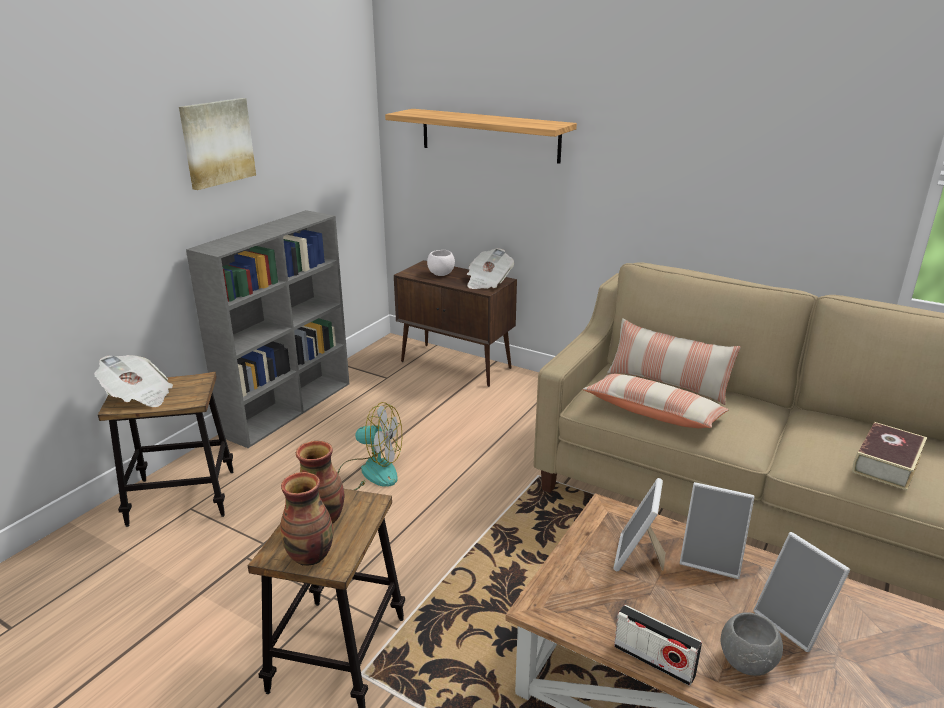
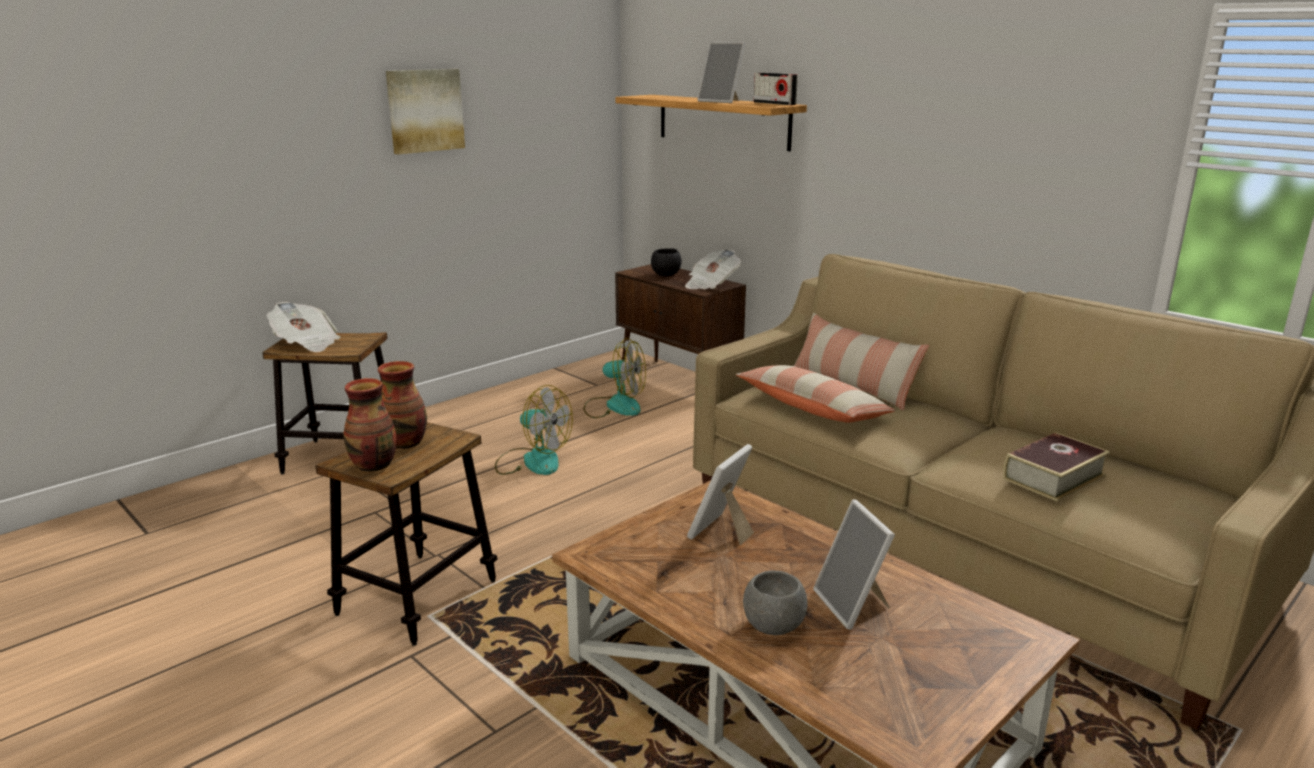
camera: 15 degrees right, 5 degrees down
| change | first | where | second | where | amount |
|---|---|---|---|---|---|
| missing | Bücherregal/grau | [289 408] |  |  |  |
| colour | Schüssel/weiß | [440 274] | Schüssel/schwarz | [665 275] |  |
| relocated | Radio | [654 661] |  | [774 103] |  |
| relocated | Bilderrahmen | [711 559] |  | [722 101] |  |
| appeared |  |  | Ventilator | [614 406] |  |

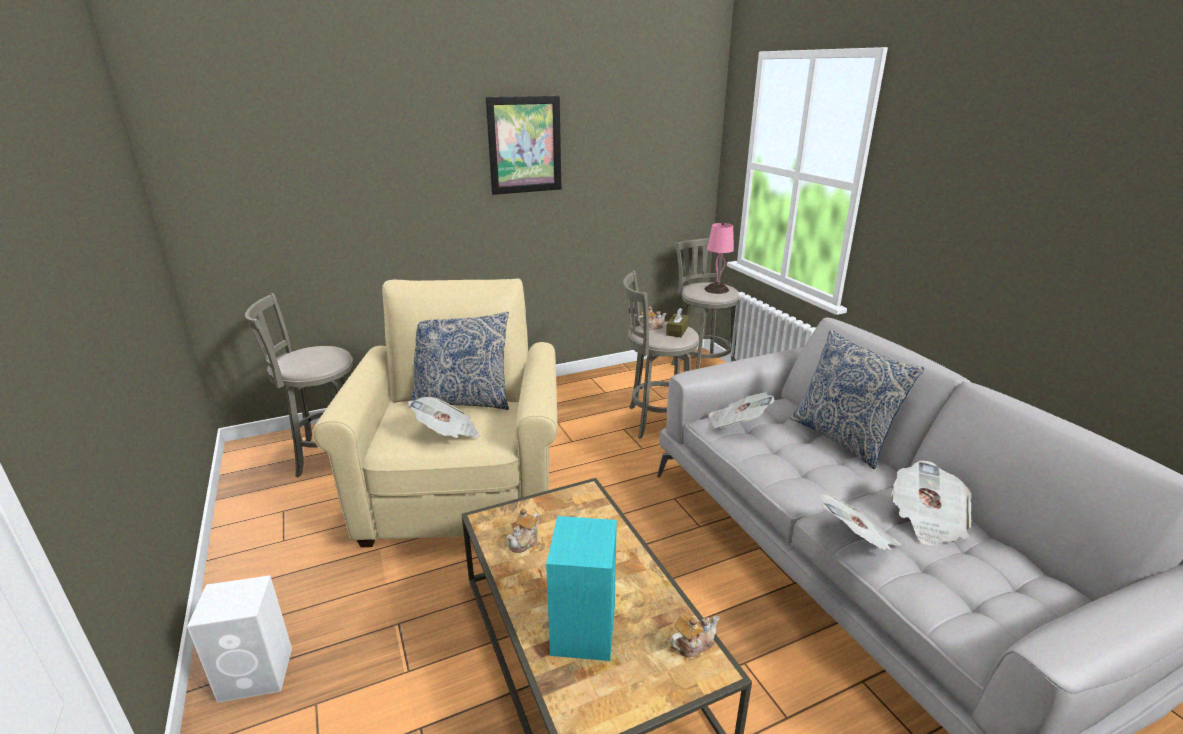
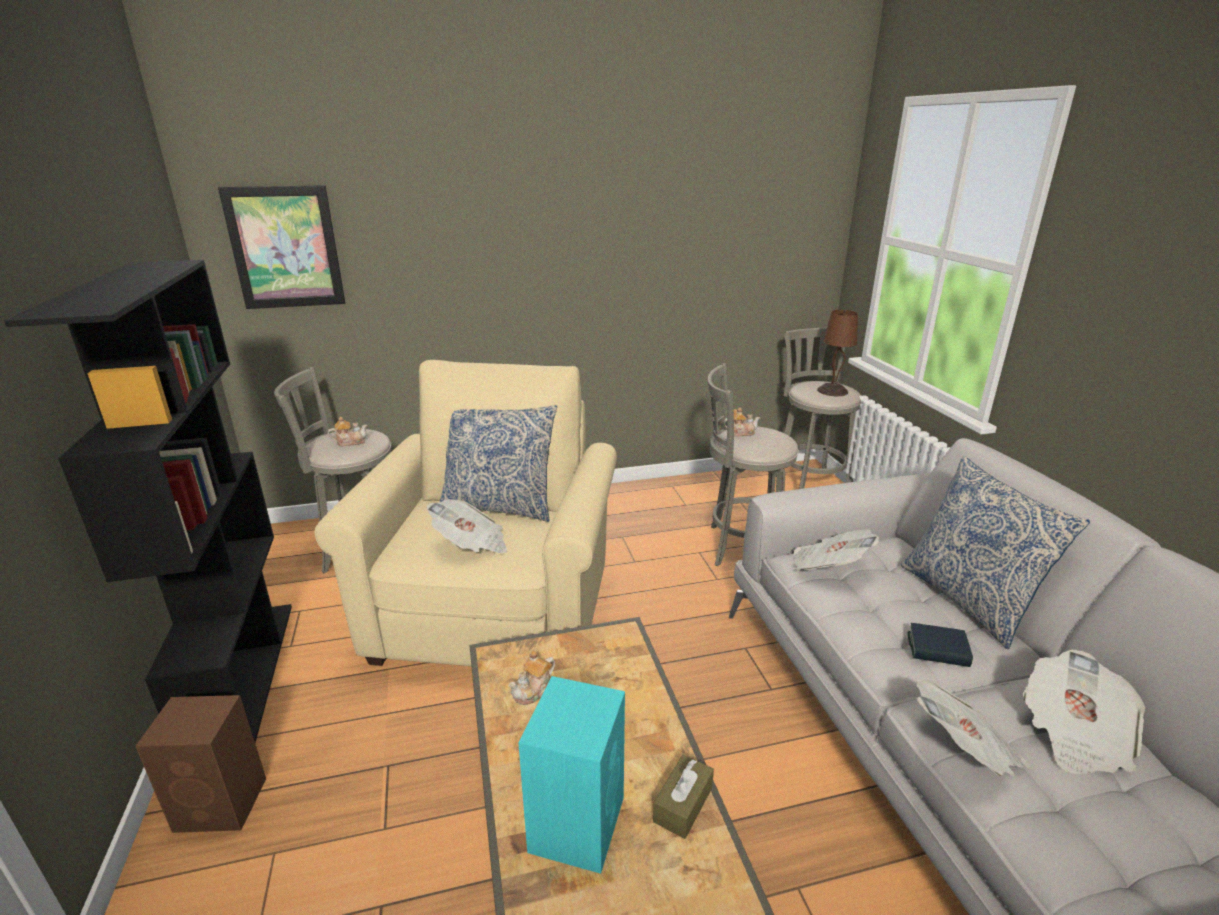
camera: 10 degrees right, 0 degrees up
| change | first | where | second | where | amount |
|---|---|---|---|---|---|
| colour | Lautsprecher/weiß | [258 674] | Lautsprecher/braun | [223 804] |  |
| relocated | Bild | [524 145] |  | [285 248] |  |
| relocated | Taschentuchbox/braun | [677 331] |  | [683 804] |  |
| relocated | Teekanne | [692 643] |  | [350 442] |  |
| colour | Tischlampe/rosa | [716 290] | Tischlampe/braun | [832 391] |  |
| appeared |  |  | Bücherregal/schwarz | [242 674] |  |
| appeared |  |  | Buch | [937 650] |  |

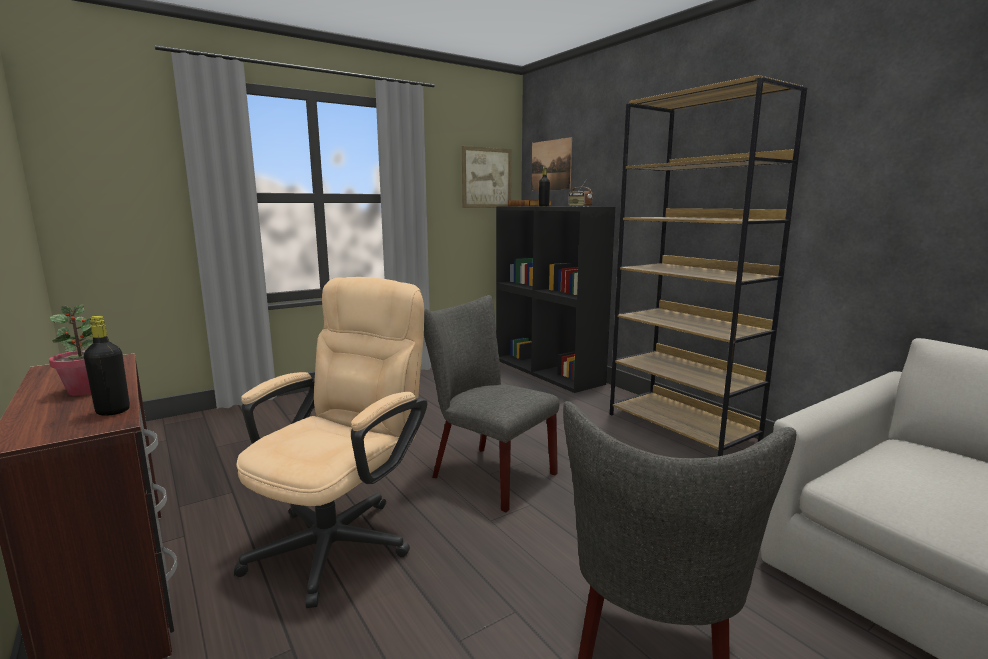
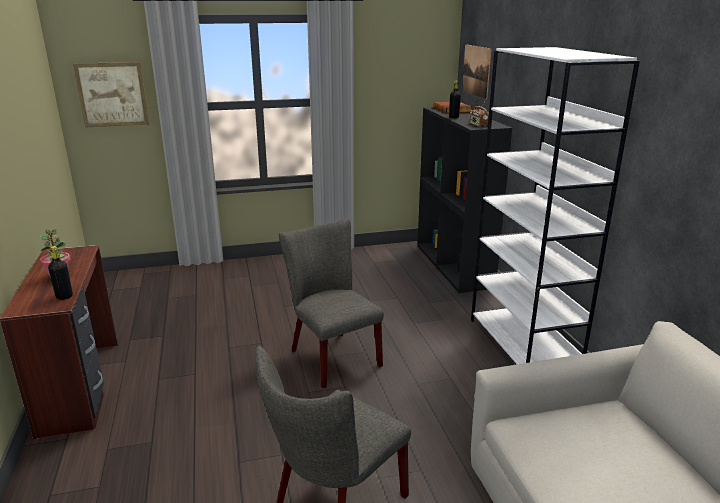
camera: 20 degrees right, 10 degrees up
| change | first | where | second | where | amount |
|---|---|---|---|---|---|
| missing | Bürostuhl/beige | [342 538] |  |  |  |
| relocated | Bild | [486 178] |  | [112 94] |  |
| colour | Bücherregal/braun | [682 428] | Bücherregal/weiß | [523 345] |  |

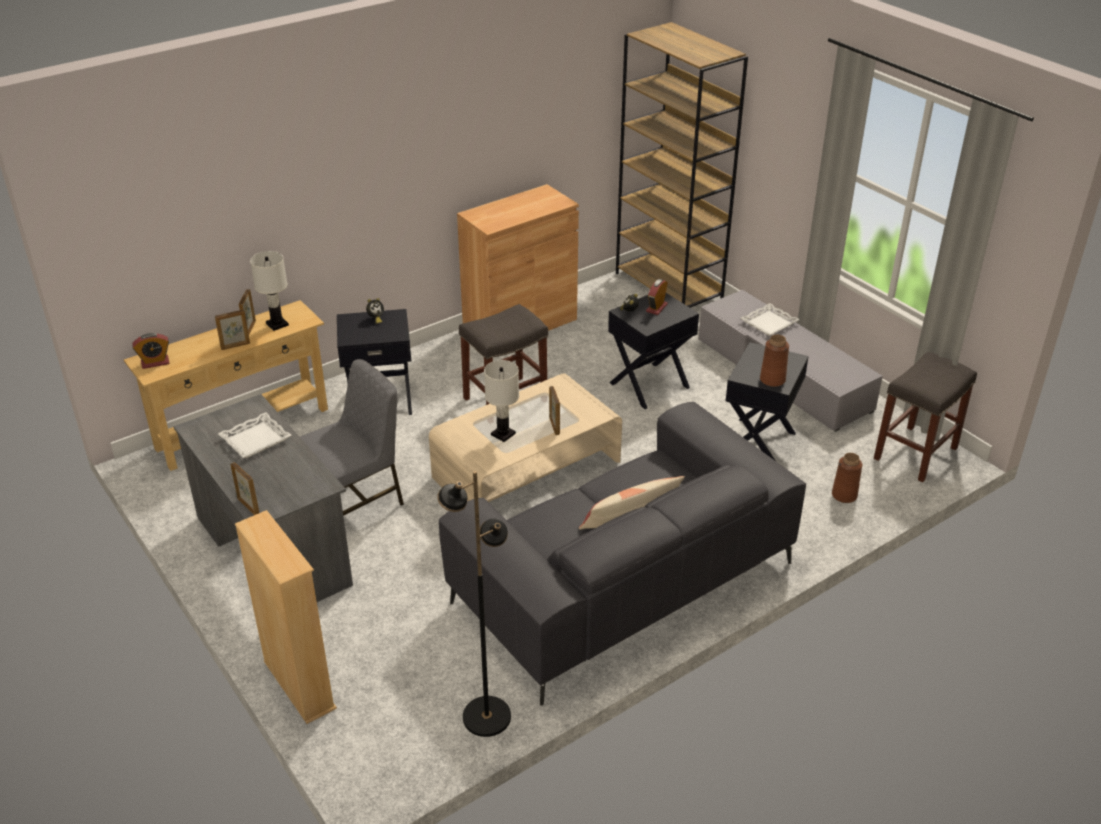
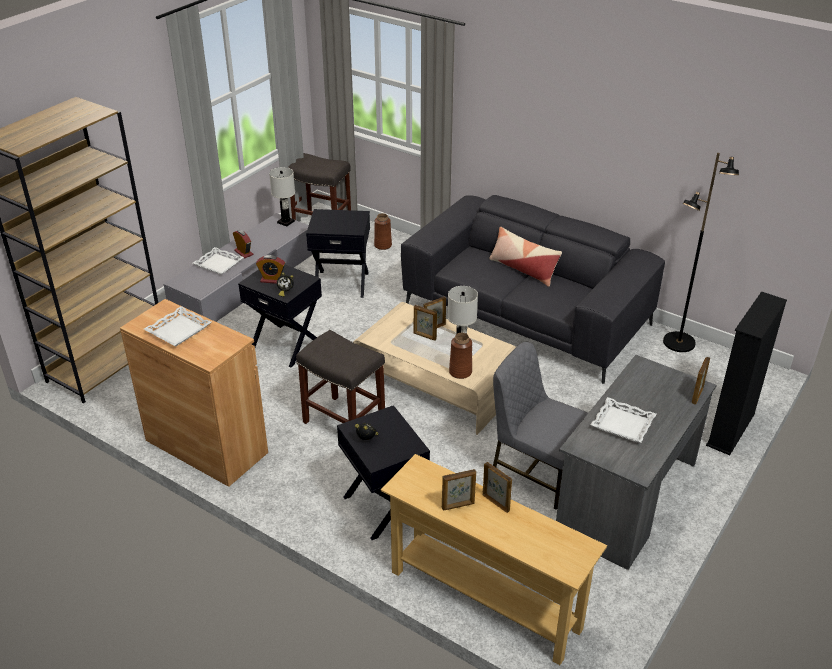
camera: 110 degrees left, 0 degrees up
| change | first | where | second | where | amount |
|---|---|---|---|---|---|
| relocated | Wecker | [155 362] |  | [243 253] |  |
| colour | Bücherregal/beige | [299 685] | Bücherregal/schwarz | [731 430] |  |
| relocated | Tischlampe/weiß | [277 324] |  | [285 222] |  |
| relocated | Vase/braun | [772 379] |  | [460 372] |  |
| appeared |  |  | Tablett/weiß | [179 331] |  |
| appeared |  |  | Bilderrahmen | [424 336] |  |

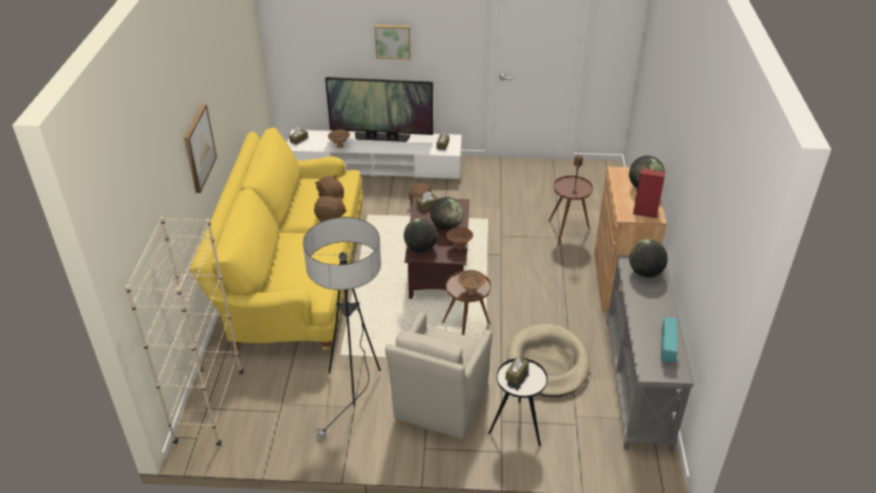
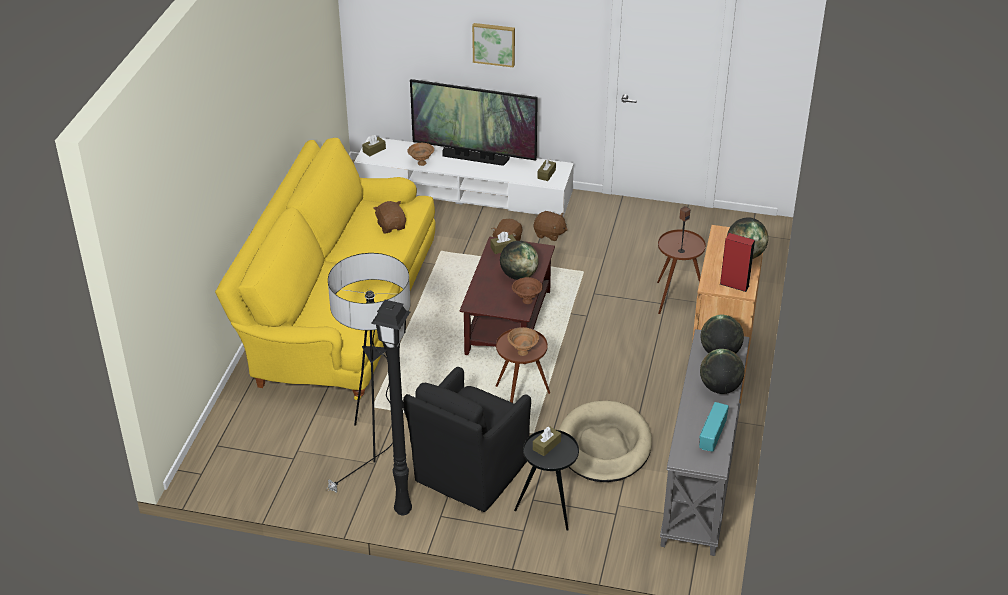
camera: 10 degrees right, 0 degrees up
| change | first | where | second | where | amount |
|---|---|---|---|---|---|
| missing | Bücherregal/beige | [209 407] |  |  |  |
| missing | Bild | [198 148] |  |  |  |
| relocated | Plüschtier/braun | [330 217] |  | [549 234] |  |
| colour | Sessel/beige | [439 404] | Sessel/schwarz | [469 473] |  |
| relocated | Globus | [420 248] |  | [720 388] |  |
| appeared |  |  | Stehlampe/schwarz | [401 510] |  |

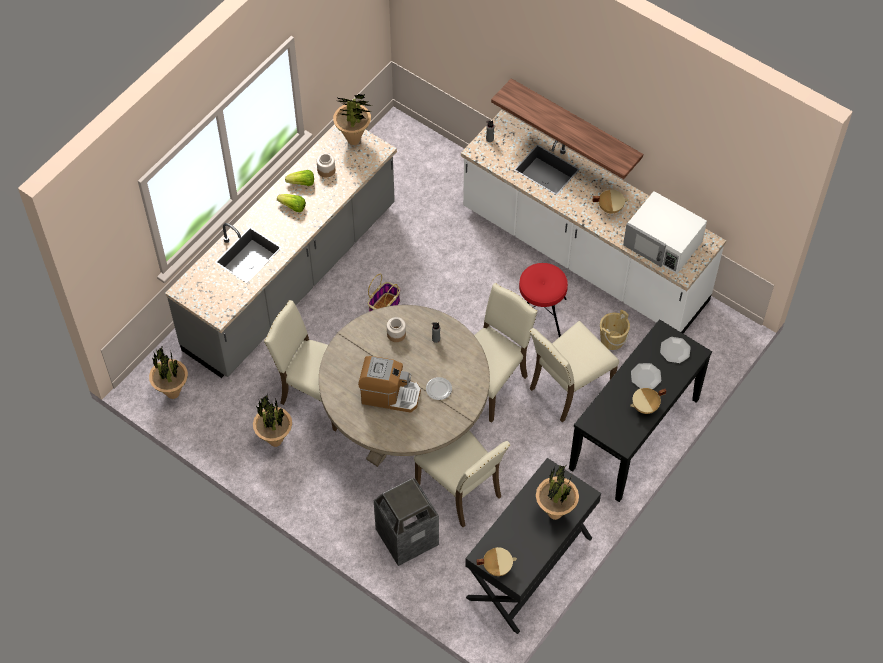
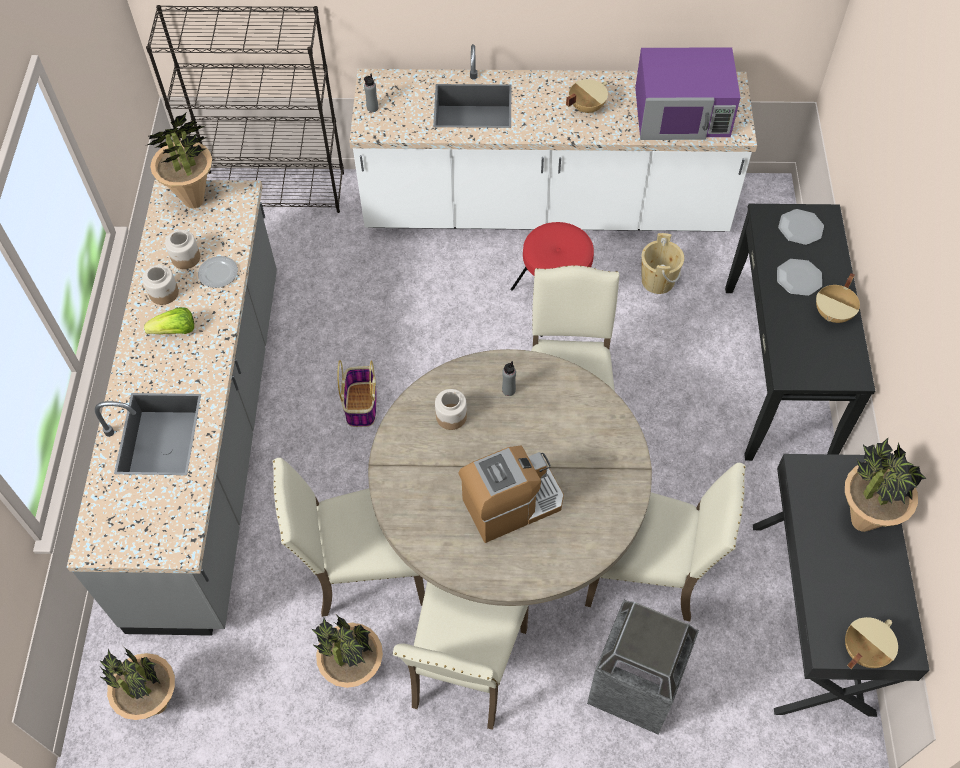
camera: 35 degrees left, 0 degrees up
| change | first | where | second | where | amount |
|---|---|---|---|---|---|
| exchanged | Salatkopf | [302 183] | Vorratsglas | [164 293] |  |
| relocated | Teller | [439 389] |  | [218 273] |  |
| missing | Wandregal | [575 124] |  |  |  |
| relocated | Stuhl/beige | [568 388] |  | [465 669] |  |
| colour | Mikrowelle/weiß | [663 243] | Mikrowelle/lila | [683 113] |  |
| appeared |  |  | Bücherregal/schwarz | [274 191] |  |

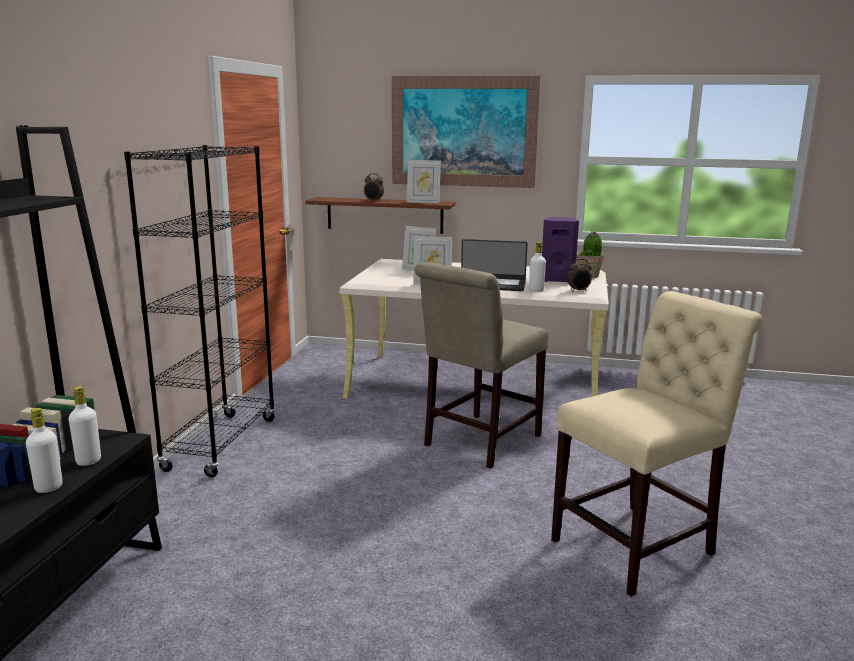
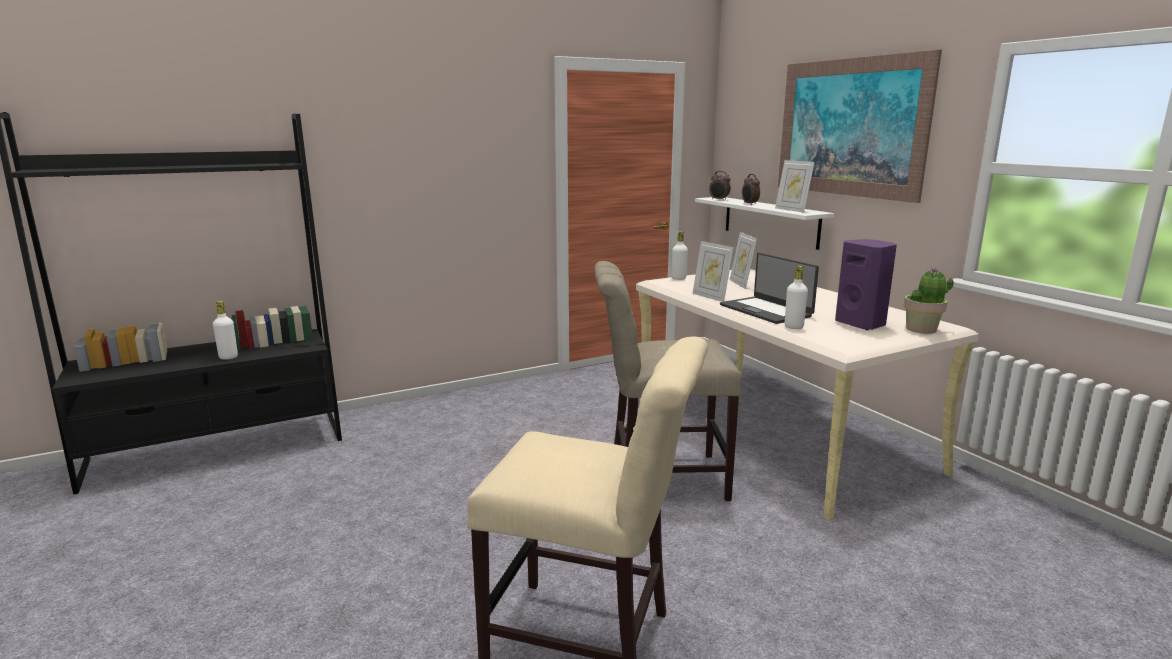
camera: 50 degrees right, 0 degrees up
| change | first | where | second | where | amount |
|---|---|---|---|---|---|
| relocated | Flasche/weiß | [88 461] |  | [678 278] |  |
| missing | Bücherregal/schwarz | [221 444] |  |  |  |
| colour | Wandregal/braun | [384 215] | Wandregal/weiß | [770 221] |  |
| relocated | Wecker | [578 291] |  | [719 200] |  |

